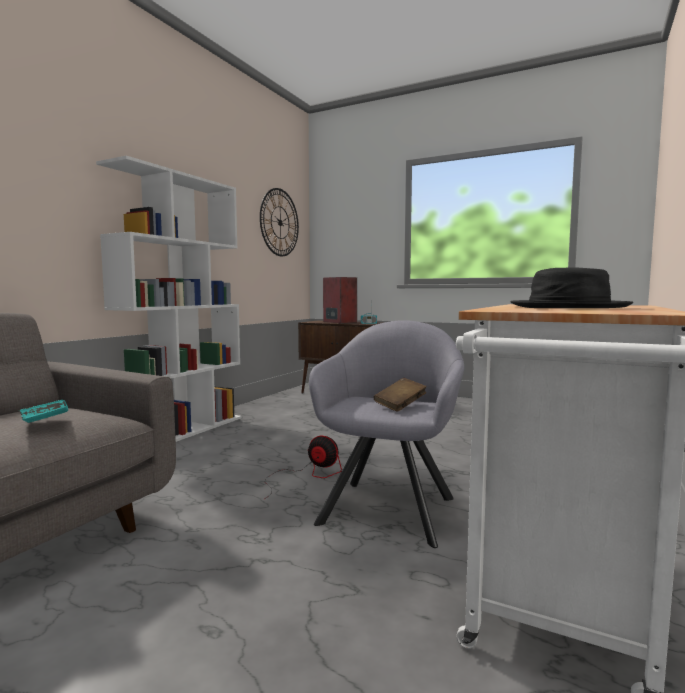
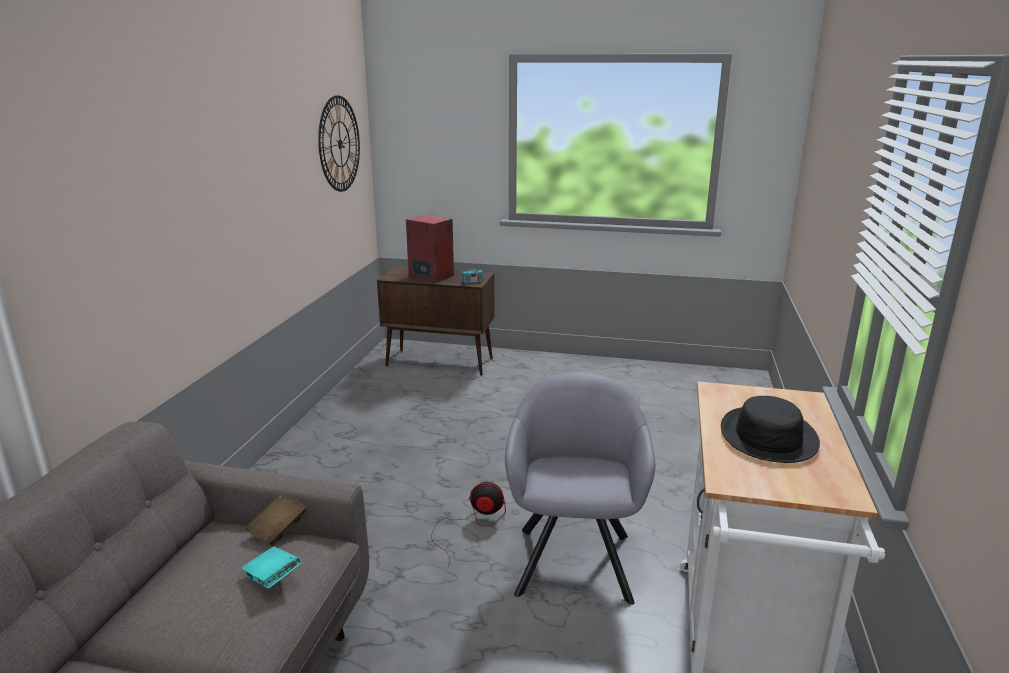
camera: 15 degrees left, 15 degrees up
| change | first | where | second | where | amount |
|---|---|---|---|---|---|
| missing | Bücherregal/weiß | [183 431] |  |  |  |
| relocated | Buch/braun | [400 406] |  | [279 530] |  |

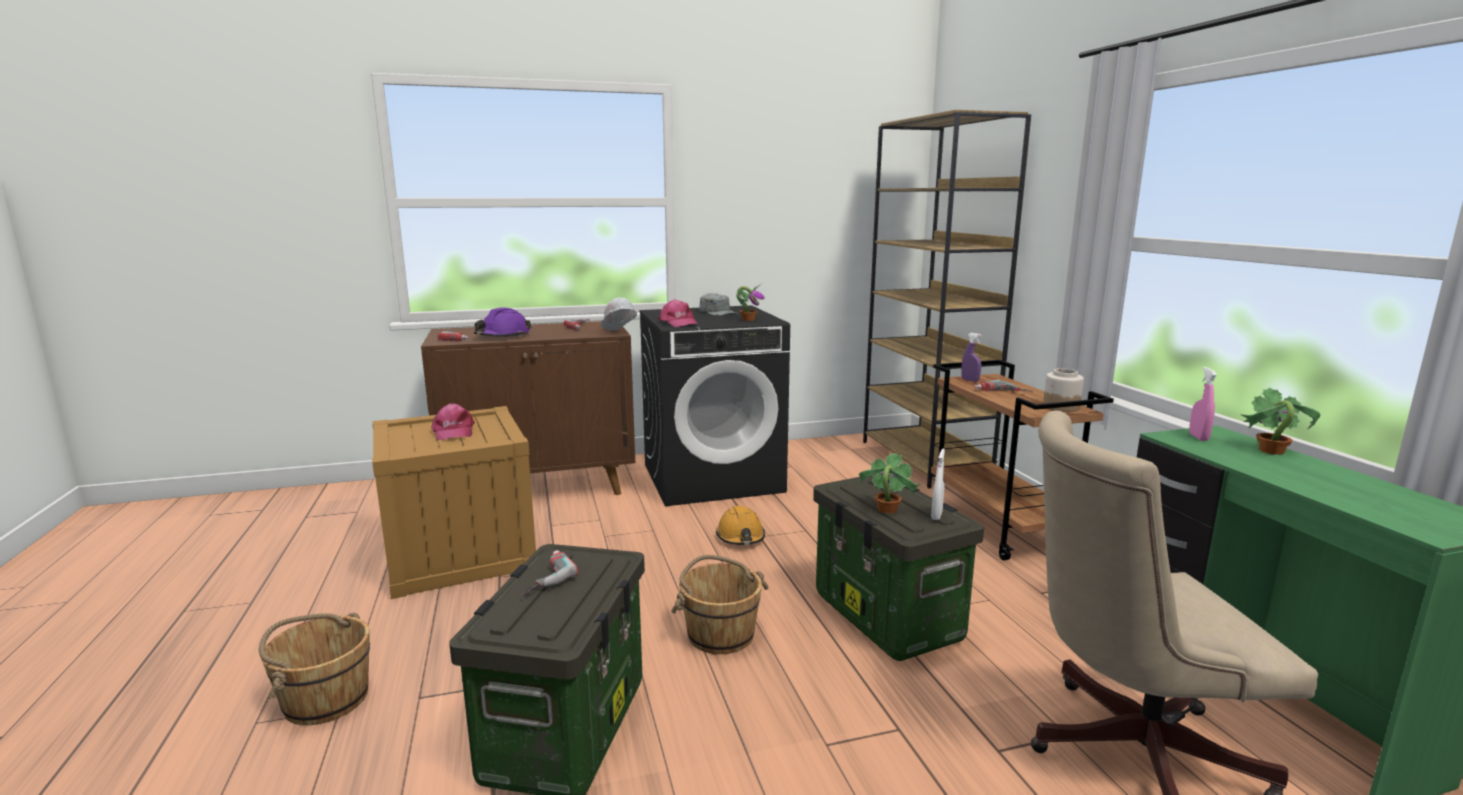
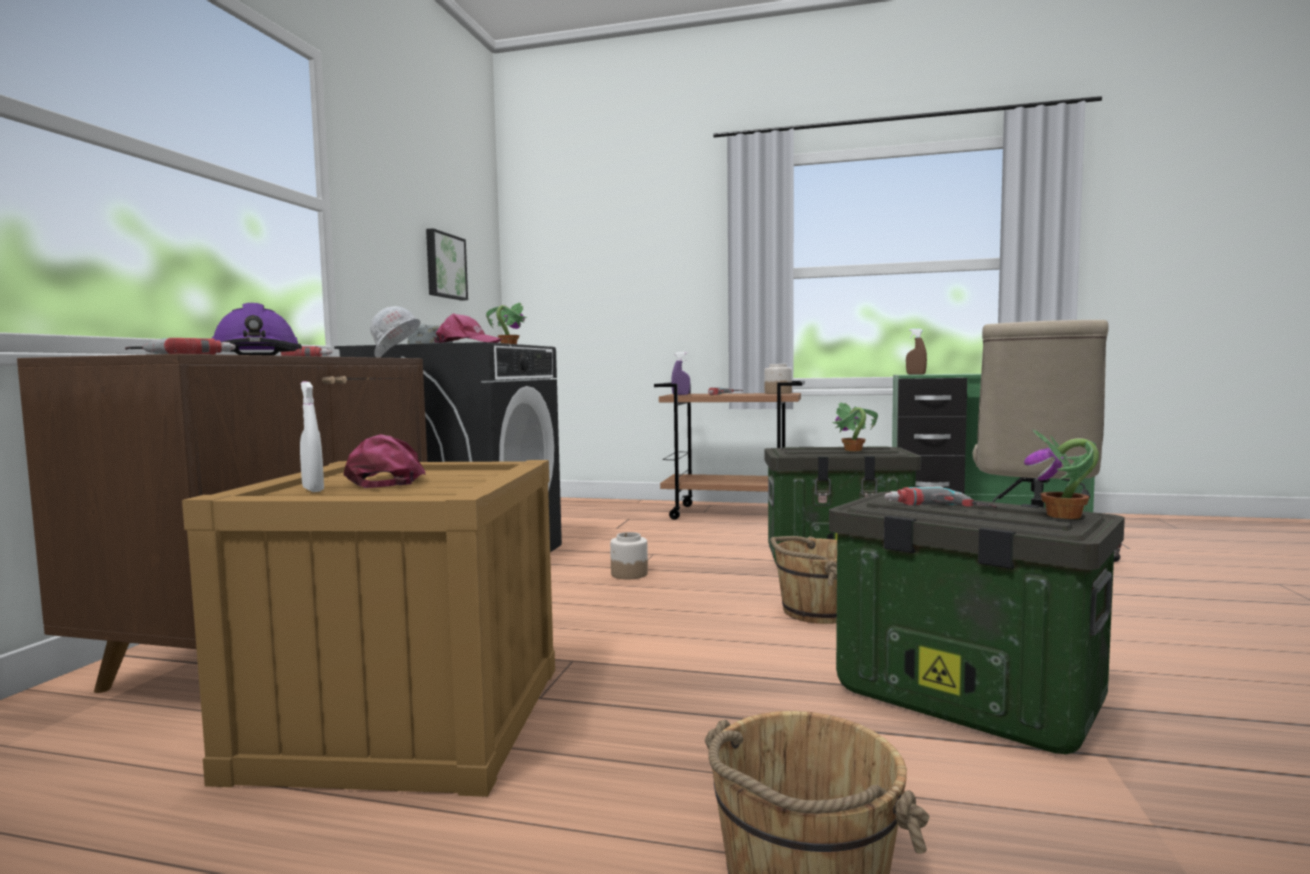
camera: 60 degrees left, 10 degrees down
| change | first | where | second | where | amount |
|---|---|---|---|---|---|
| spun | Kappe/rosa | [453 431] |  | [389 481] | 105 degrees counterclockwise |
| exchanged | Schutzhelm/orange | [740 537] | Vorratsglas | [629 574] |  |
| missing | Bücherregal/braun | [925 460] |  |  |  |
| relocated | Sprühflasche/weiß | [936 515] |  | [313 489] |  |
| colour | Sprühflasche/rosa | [1198 437] | Sprühflasche/braun | [916 374] |  |
| relocated | Topfpflanze | [1270 451] |  | [1064 516] |  |
| appeared |  |  | Bild | [444 266] |  |

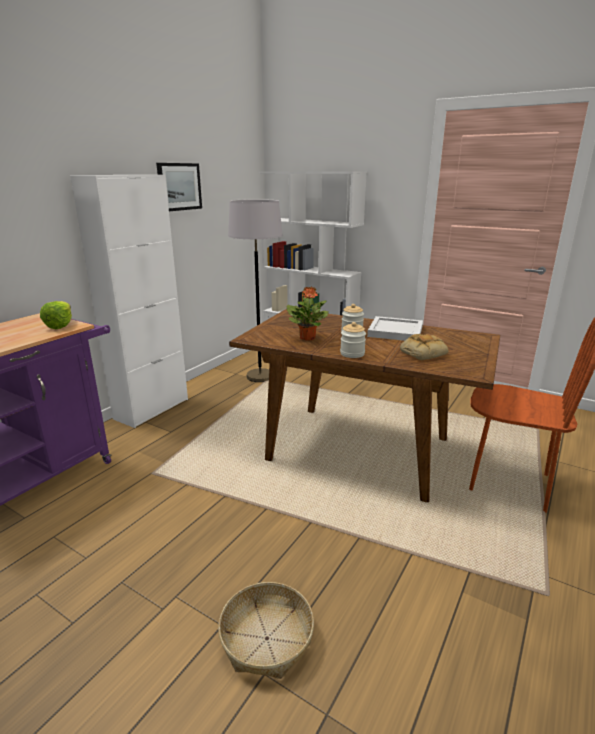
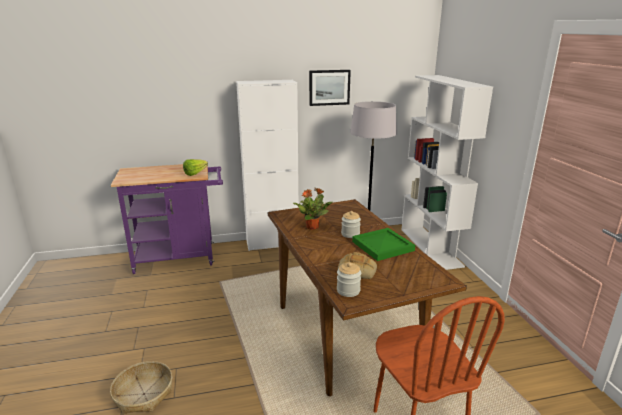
camera: 45 degrees right, 0 degrees up
| change | first | where | second | where | amount |
|---|---|---|---|---|---|
| relocated | Vorratsglas | [352 354] |  | [348 290] |  |
| colour | Tablett/weiß | [396 332] | Tablett/grün | [382 246] |  |

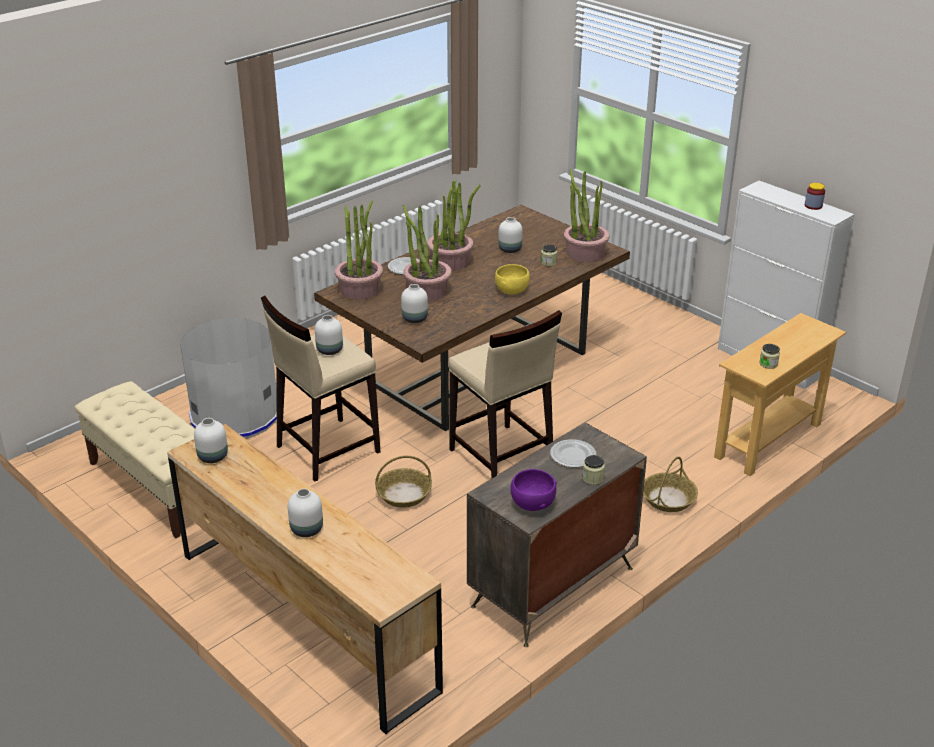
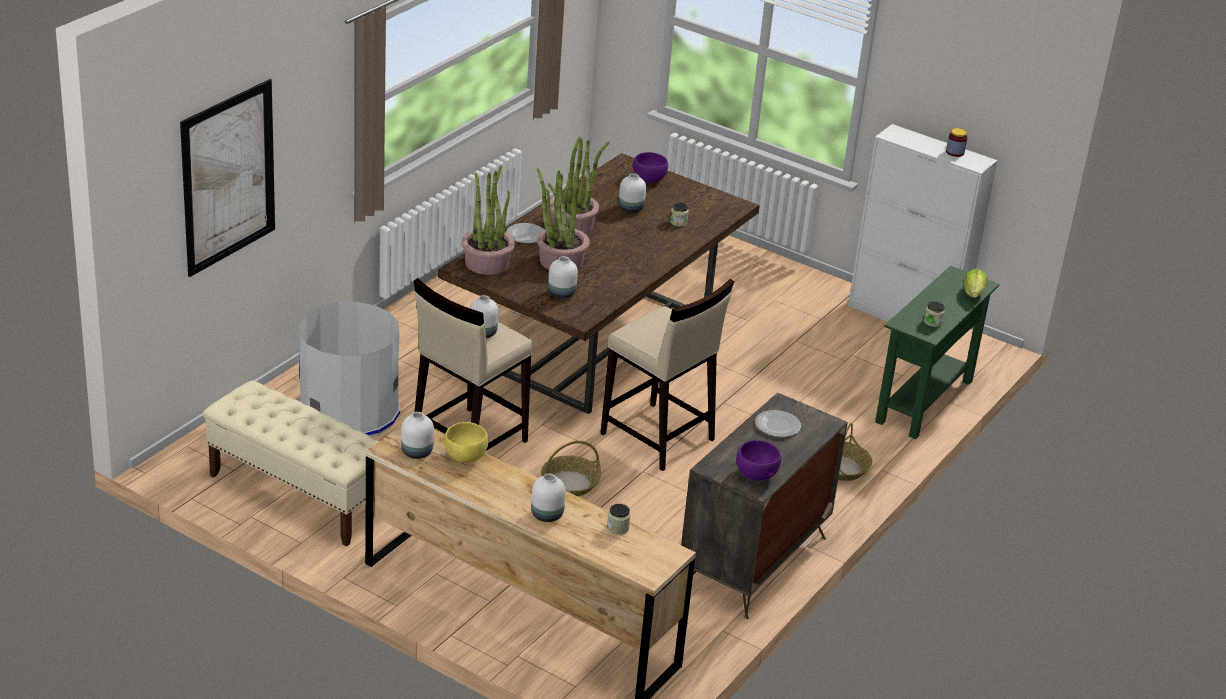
camera: 15 degrees left, 0 degrees up
| change | first | where | second | where | amount |
|---|---|---|---|---|---|
| relocated | Schüssel/gelb | [512 291] |  | [466 456] |  |
| missing | Topfpflanze | [584 253] |  |  |  |
| relocated | Vorratsglas | [593 478] |  | [618 528] |  |
| colour | Konsolentisch/beige | [768 440] | Konsolentisch/grün | [924 401] |  |
| appeared |  |  | Bild | [229 177] |  |
| appeared |  |  | Schüssel/lila | [649 179] |  |
| appeared |  |  | Salatkopf | [973 294] |  |

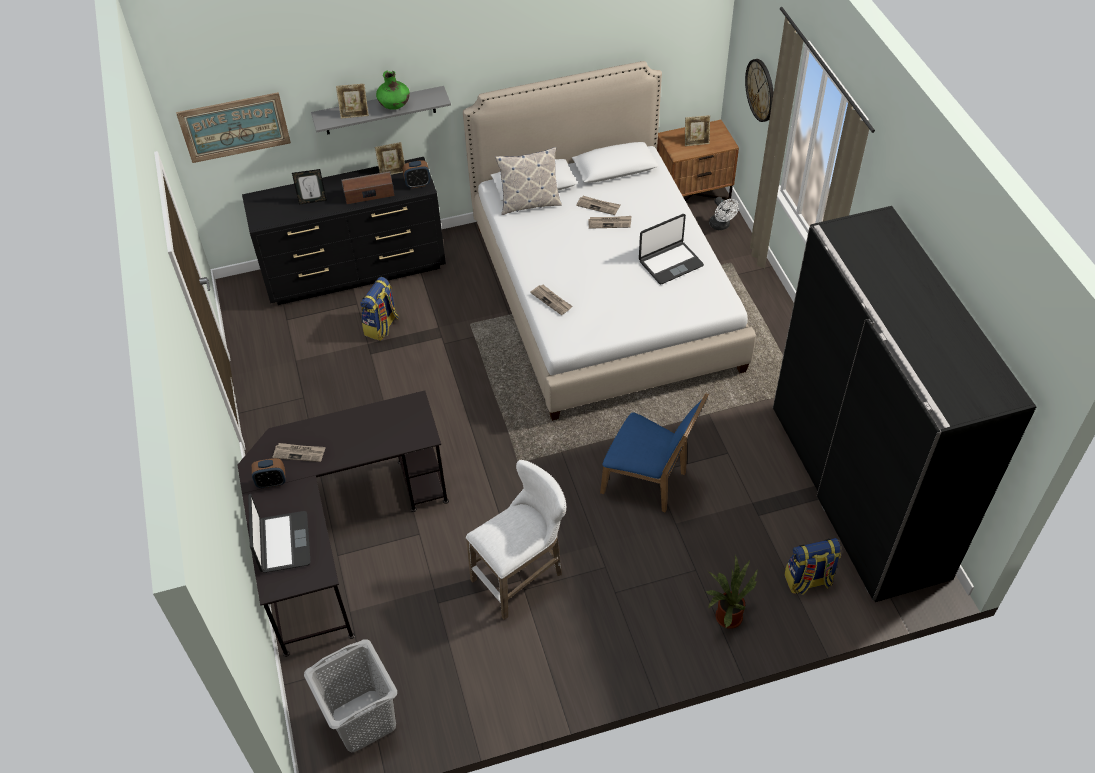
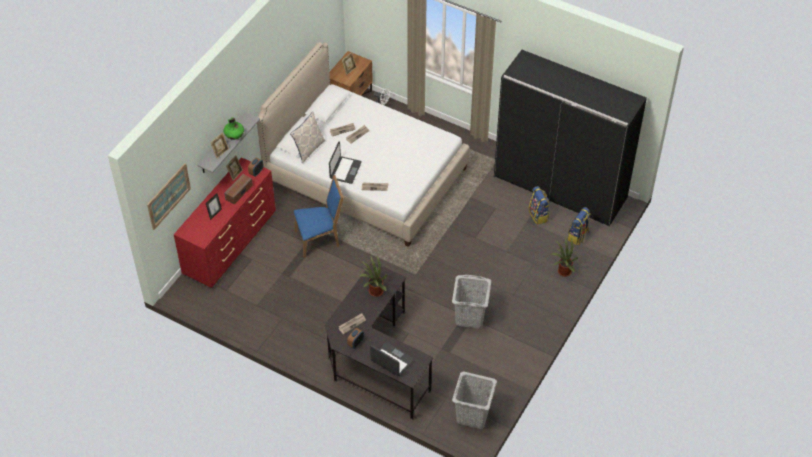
camera: 45 degrees left, 0 degrees up
| change | first | where | second | where | amount |
|---|---|---|---|---|---|
| colour | Kommode/schwarz | [356 271] | Kommode/rot | [231 244] |  |
| relocated | Rucksack | [382 326] |  | [538 215] |  |
| exchanged | Hocker/weiß | [522 576] | Wäschekorb/grau | [470 316] |  |
| relocated | Stuhl/blau | [649 482] |  | [320 239] |  |
| relocated | Laptop | [670 263] |  | [345 170] |  |
| missing | Wanduhr | [760 90] |  |  |  |
| appeared |  |  | Topfpflanze | [374 291] |  |

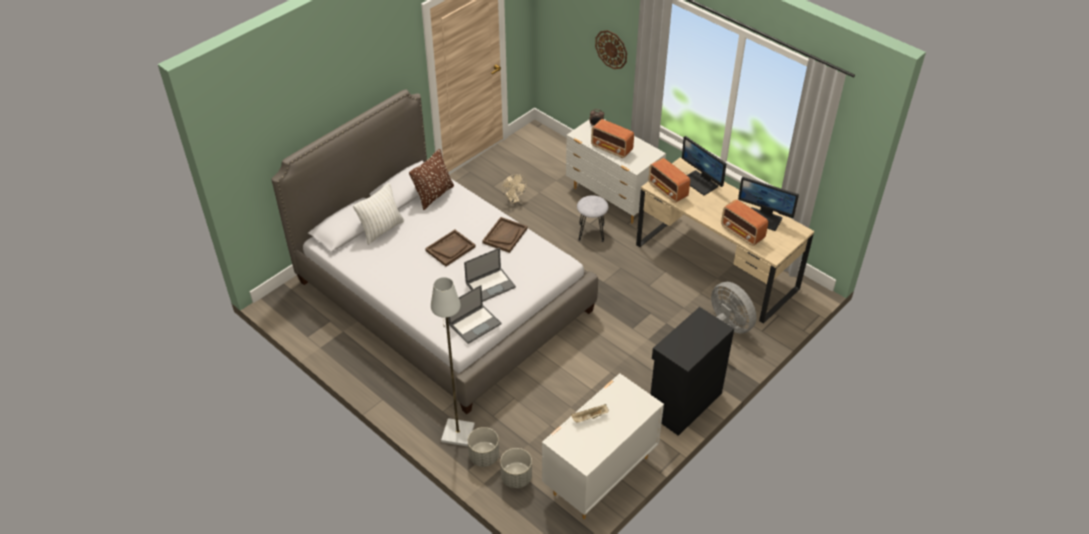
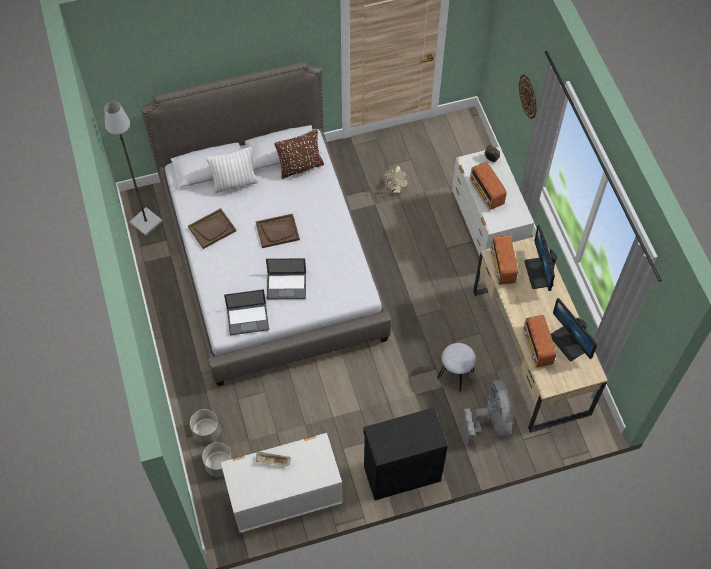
camera: 30 degrees right, 15 degrees up
| change | first | where | second | where | amount |
|---|---|---|---|---|---|
| relocated | Stehlampe/grau | [457 433] |  | [145 222] |  |
| relocated | Tablett/braun | [505 235] |  | [212 229] |  |
| relocated | Hocker/grau | [591 232] |  | [455 374] |  |

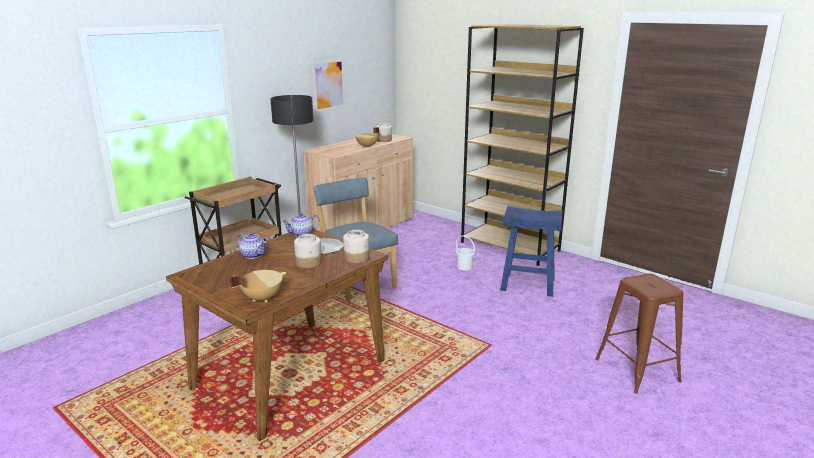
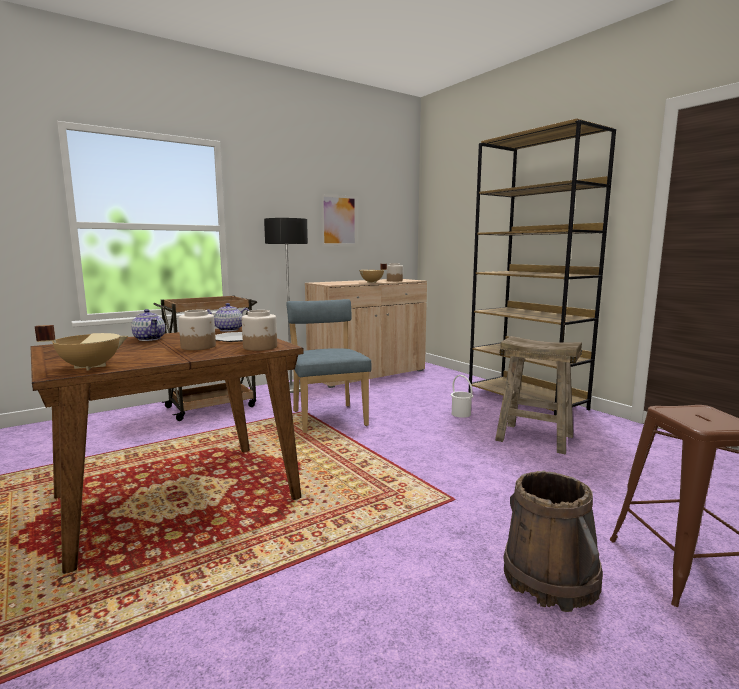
camera: 15 degrees right, 10 degrees down
| change | first | where | second | where | amount |
|---|---|---|---|---|---|
| colour | Hocker/blau | [528 284] | Hocker/beige | [535 438] |  |
| appeared |  |  | Eimer/braun | [549 578] |  |

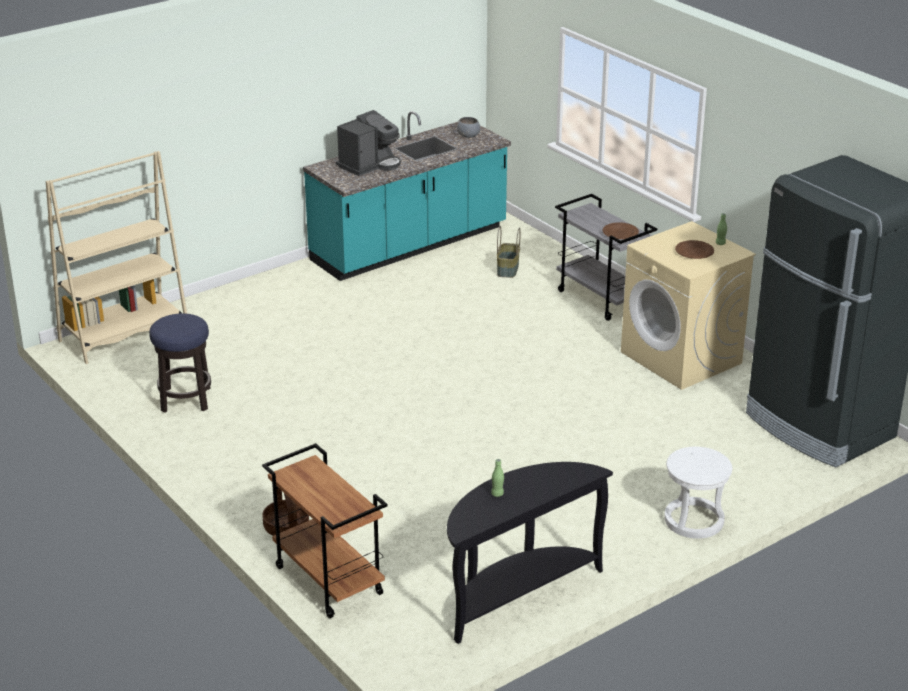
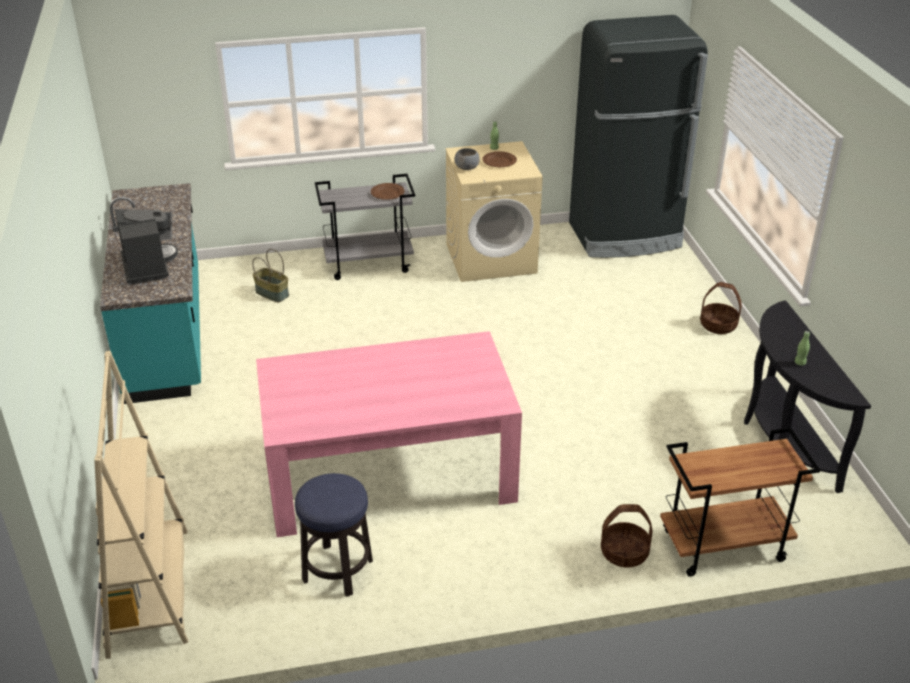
camera: 65 degrees left, 5 degrees up
| change | first | where | second | where | amount |
|---|---|---|---|---|---|
| relocated | Schüssel/grau | [468 136] |  | [467 168] |  |
| exchanged | Hocker/weiß | [694 520] | Korb | [718 325] |  |
| appeared |  |  | Esstisch/rosa | [389 473] |  |

